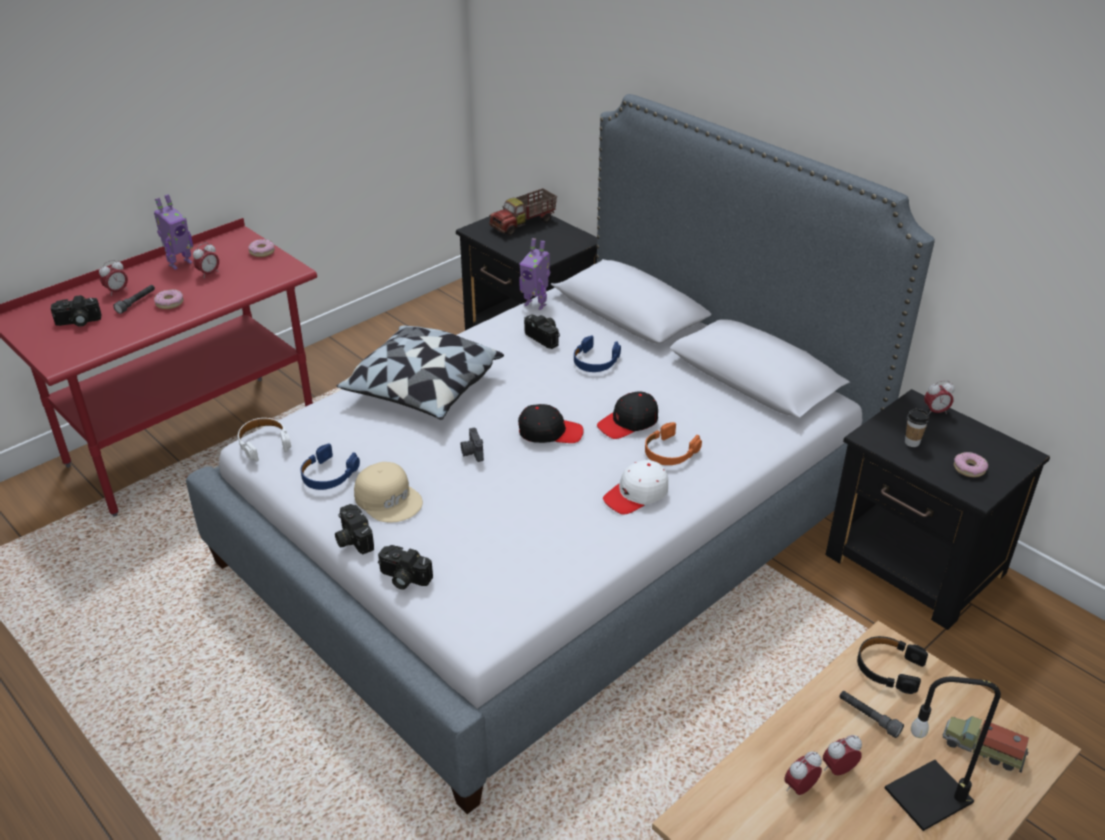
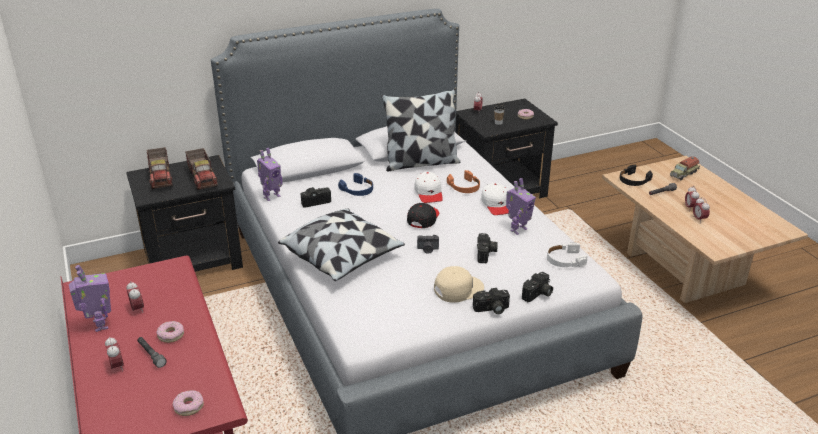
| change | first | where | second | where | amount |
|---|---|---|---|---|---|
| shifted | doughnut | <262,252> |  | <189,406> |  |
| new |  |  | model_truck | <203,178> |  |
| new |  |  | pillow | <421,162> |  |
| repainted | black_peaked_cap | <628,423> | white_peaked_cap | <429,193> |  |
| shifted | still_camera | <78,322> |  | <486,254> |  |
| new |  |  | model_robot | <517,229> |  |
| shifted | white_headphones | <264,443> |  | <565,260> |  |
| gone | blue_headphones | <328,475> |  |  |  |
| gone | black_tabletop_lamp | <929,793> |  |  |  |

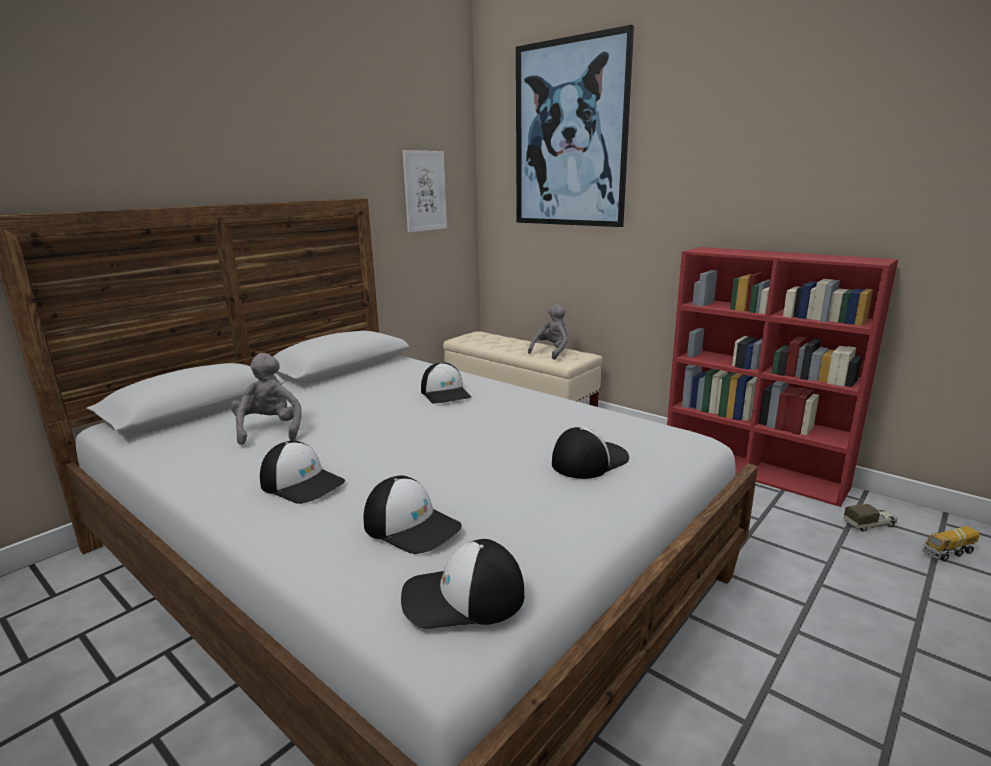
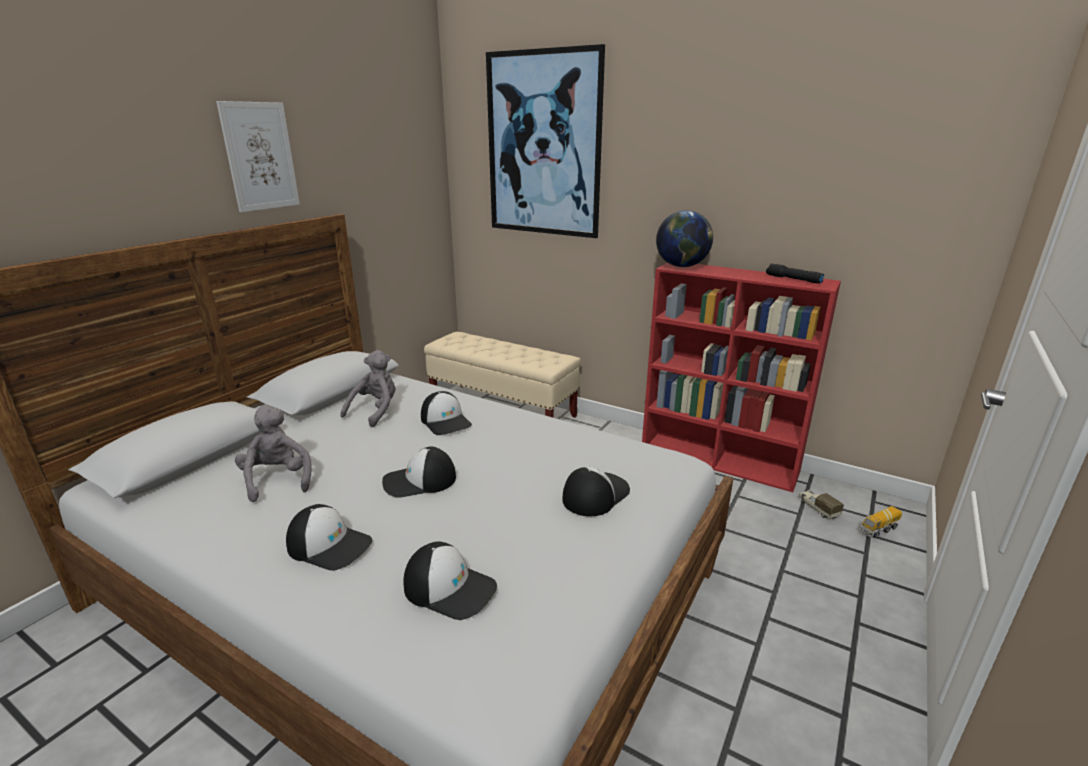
| change | first | where | second | where | amount |
|---|---|---|---|---|---|
| shifted | wall_art | <425,191> |  | <260,156> |  |
| shifted | grey_plush_toy | <551,352> |  | <375,411> |  |
| shifted | peaked_cap | <462,598> |  | <419,481> |  |
| new |  |  | globe | <682,266> |  |
| new |  |  | black_hand_torch | <792,279> |  |
| rotated | model_truck | <870,525> |  | <817,508> | 90 degrees counterclockwise |

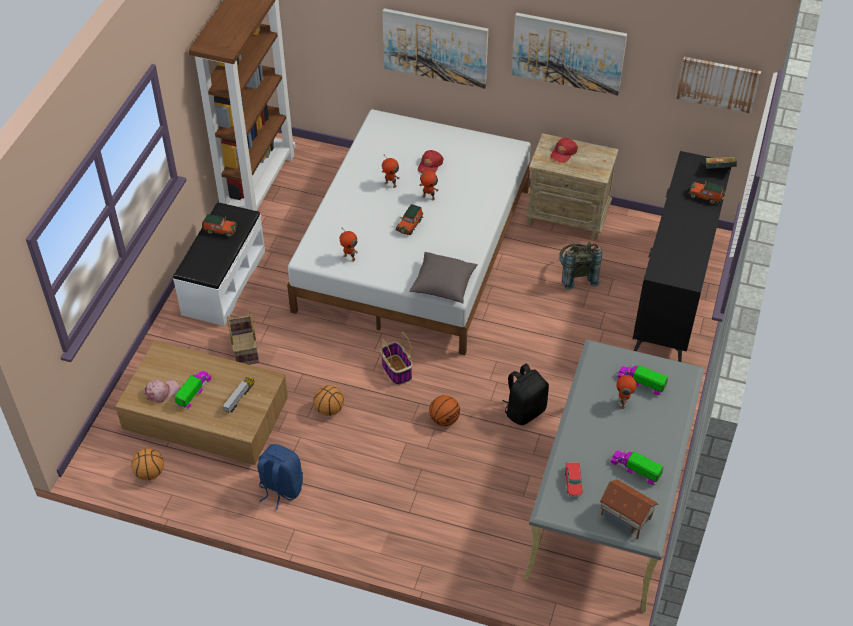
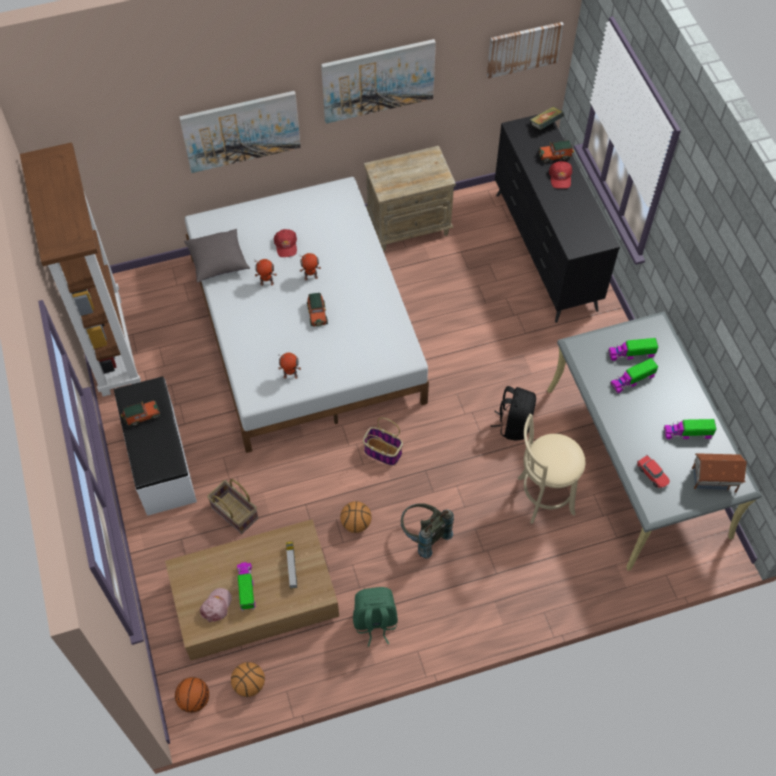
| change | first | where | second | where | amount |
|---|---|---|---|---|---|
| shifted | ball_for_basketball | <444,420> |  | <194,699> |  |
| shifted | grey_pillow | <443,285> |  | <218,262> |  |
| repainted | blue_backpack | <280,488> | green_backpack | <375,622> |  |
| shifted | grey_backpack | <576,275> |  | <423,536> |  |
| new |  |  | beige-coloured_stool_seat | <542,496> |  |
| shifted | red_peaked_cap | <563,153> |  | <560,177> |  |
| swapped | model_robot | <623,402> | model_truck | <632,380> |  |

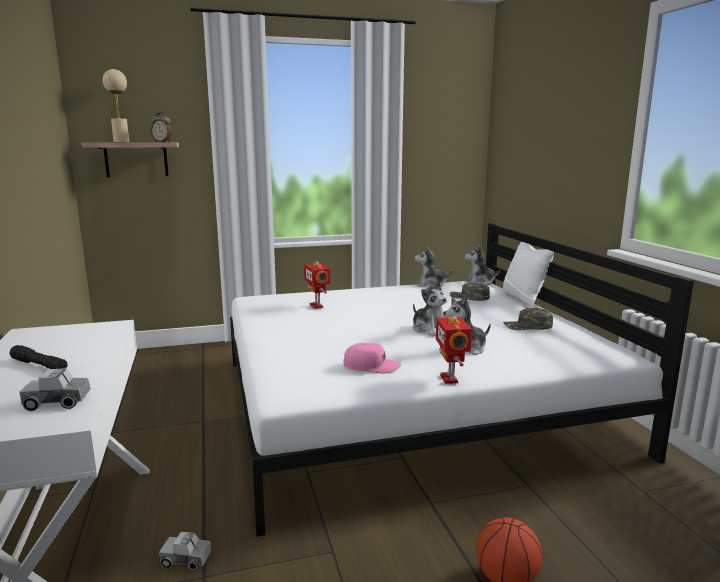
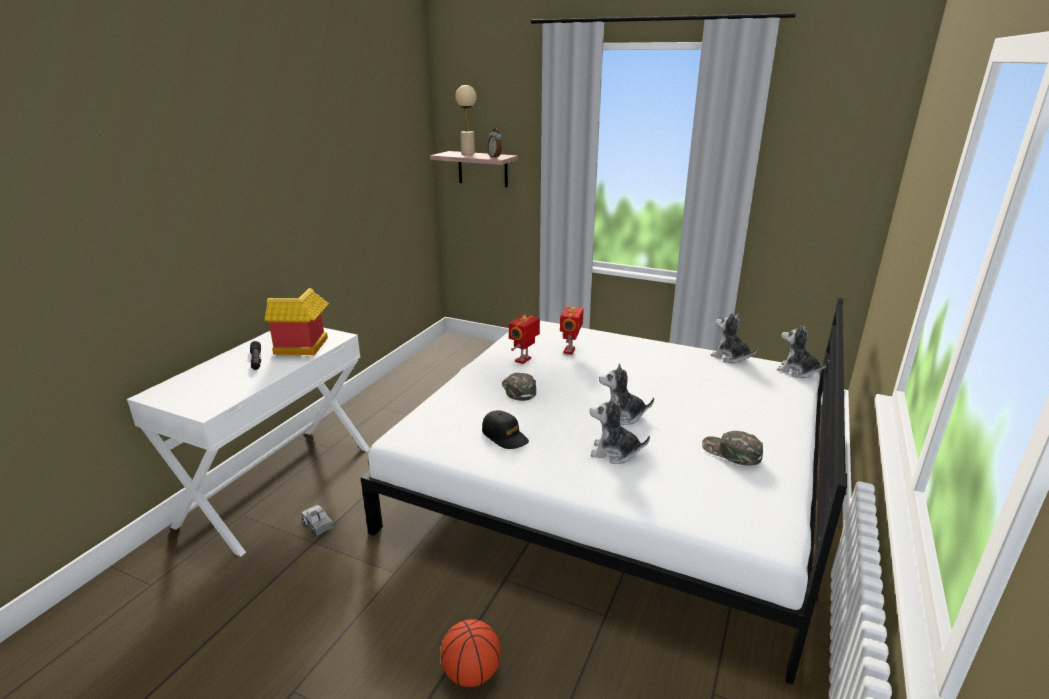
| change | first | where | second | where | amount |
|---|---|---|---|---|---|
| new |  |  | toy_house | <302,348> |  |
| repainted | pink_peaked_cap | <371,366> | black_peaked_cap | <505,436> |  |
| shifted | green_peaked_cap | <469,297> |  | <518,389> |  |
| shifted | model_robot | <450,379> |  | <524,360> |  |
| rotated | plush_toy | <429,329> |  | <622,416> | 90 degrees clockwise |
| gone | model_truck | <58,402> |  |  |  |
| gone | white_pillow | <523,298> |  |  |  |

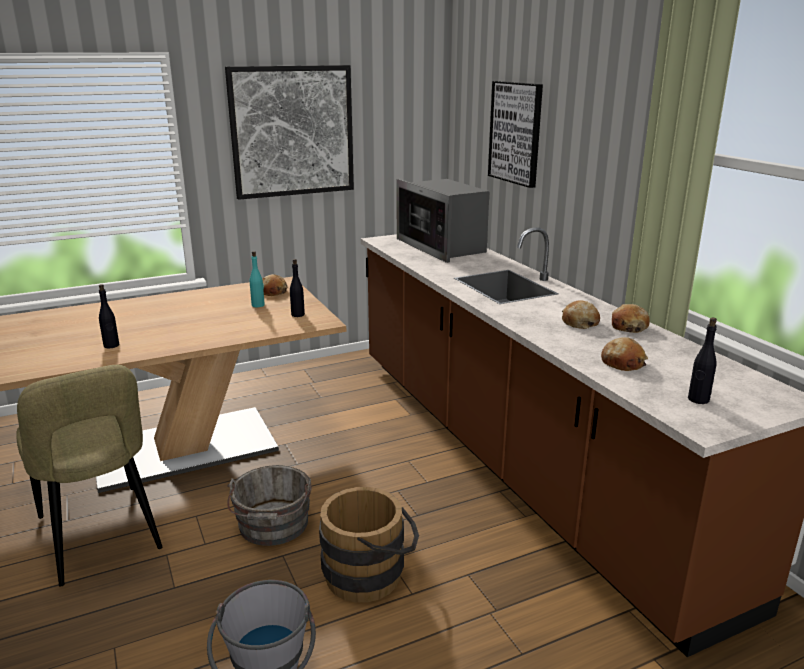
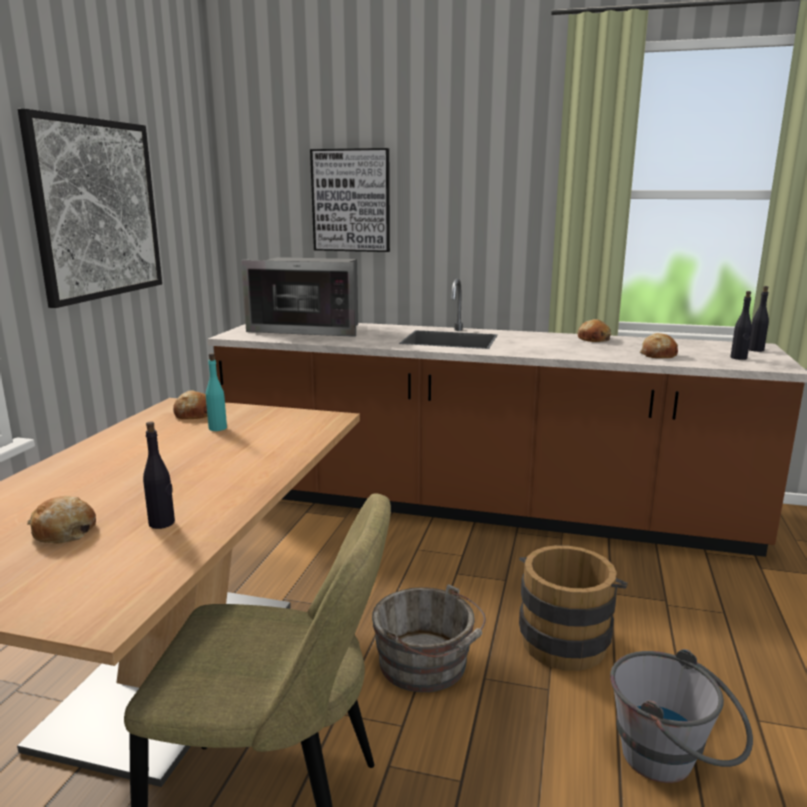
| change | first | where | second | where | amount |
|---|---|---|---|---|---|
| shifted | baked_bread | <579,322> |  | <63,531> |  |
| shifted | black_drink_bottle | <298,314> |  | <755,350> |  |

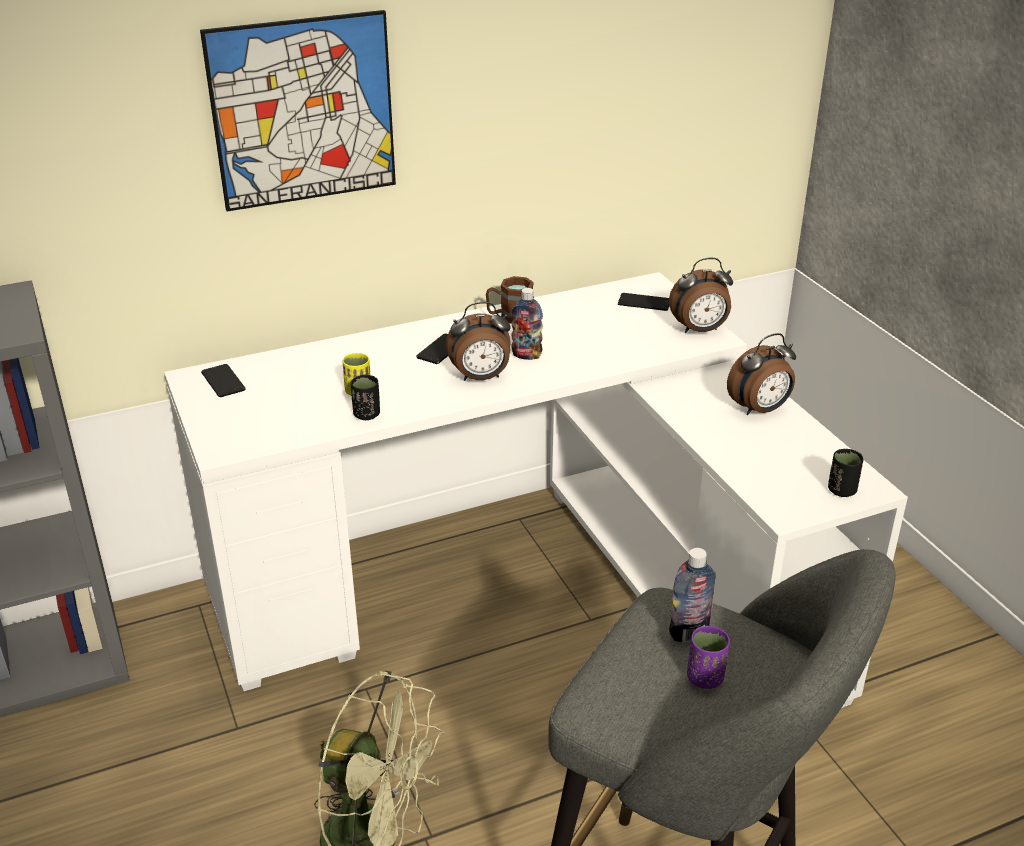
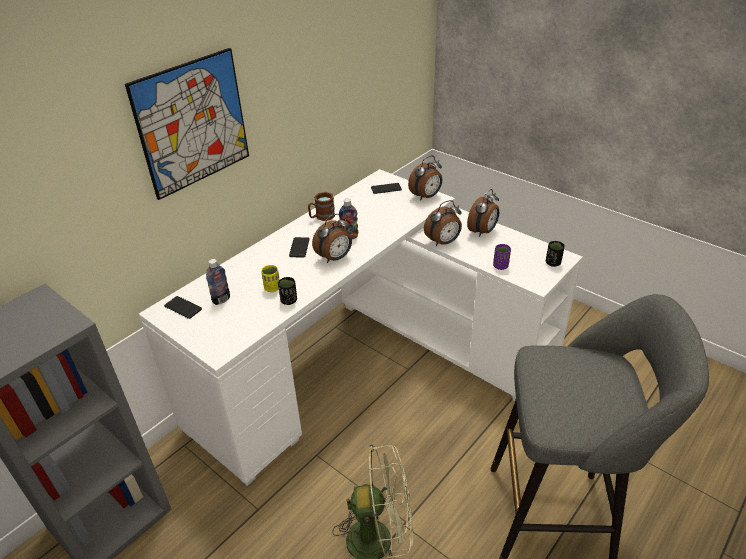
| change | first | where | second | where | amount |
|---|---|---|---|---|---|
| shifted | drink_bottle | <689,633> |  | <221,299> |  |
| new |  |  | table_clock | <443,242> |  |
| shifted | purple-coloured_cup | <705,678> |  | <500,266> |  |

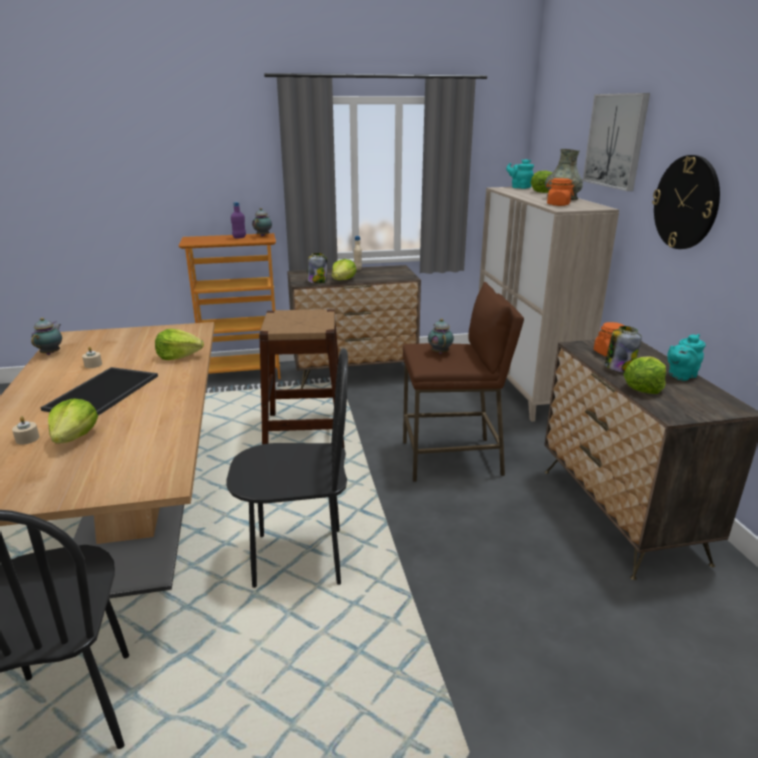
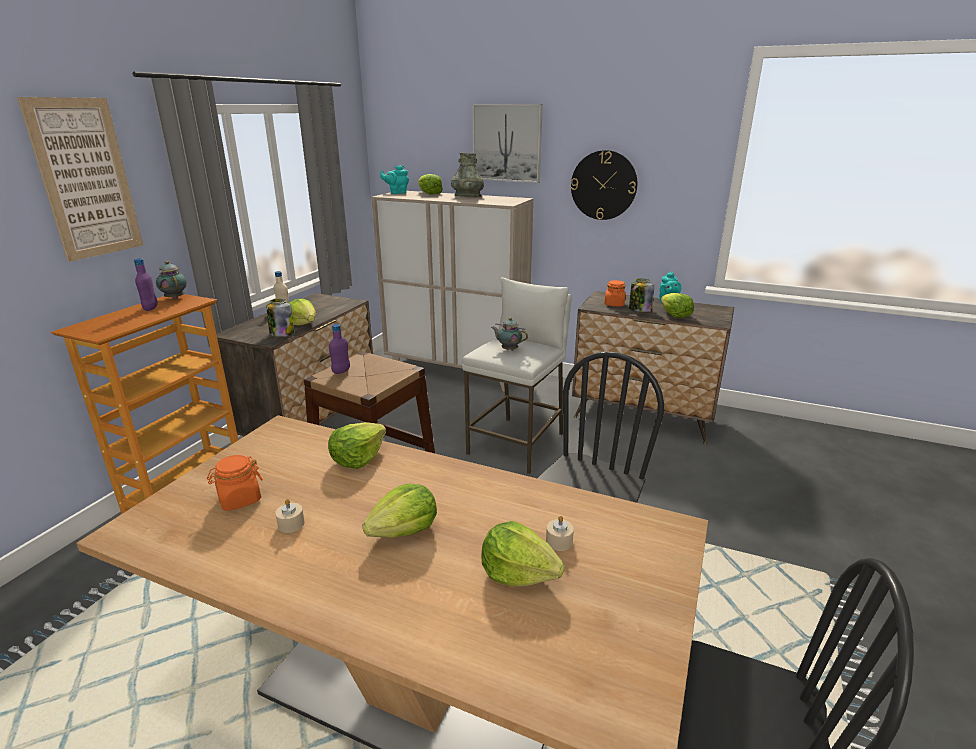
| change | first | where | second | where | amount |
|---|---|---|---|---|---|
| new |  |  | wall_art | <86,179> |  |
| shifted | orange-coloured_storage_jar | <558,204> |  | <239,499> |  |
| new |  |  | purple-coloured_drink_bottle | <341,371> |  |
| swapped | carrying_tray | <103,393> | head_of_lettuce | <404,530> |  |
| repainted | brown-coloured_stool_seat | <452,459> | white_stool_seat | <517,443> |  |
| shifted | beige-coloured_candle | <27,439> |  | <559,541> |  |
| gone | teapot | <52,353> |  |  |  |

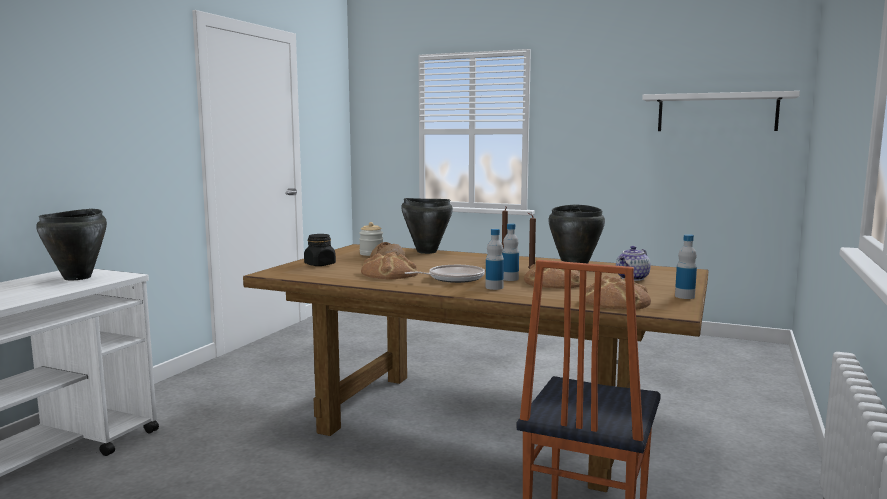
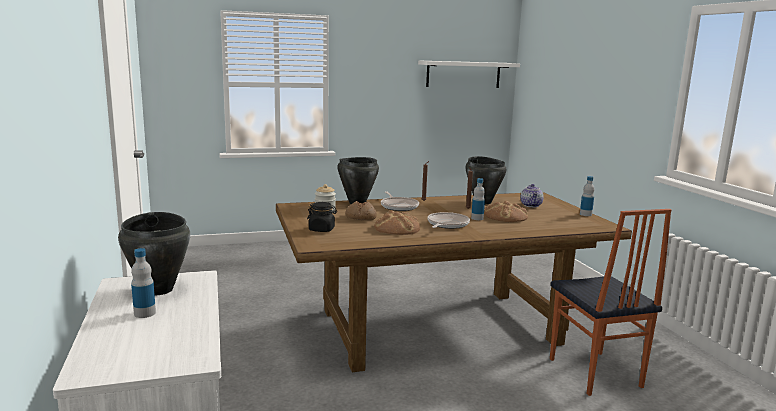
| change | first | where | second | where | amount |
|---|---|---|---|---|---|
| shifted | drink_bottle | <494,287> |  | <145,313> |  |
| new |  |  | frying_pan | <399,206> |  |
| gone | baked_bread | <615,301> |  |  |  |

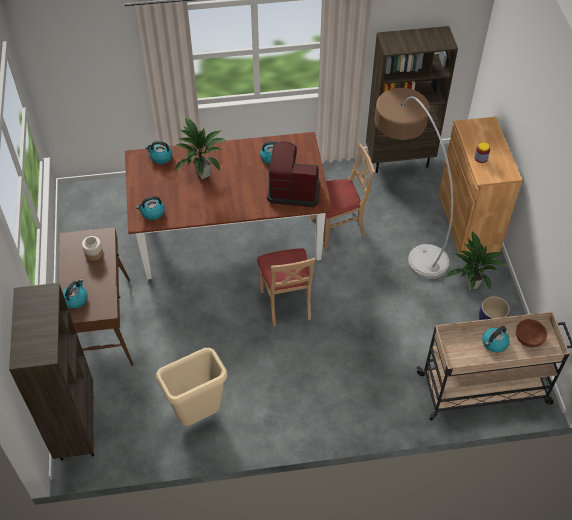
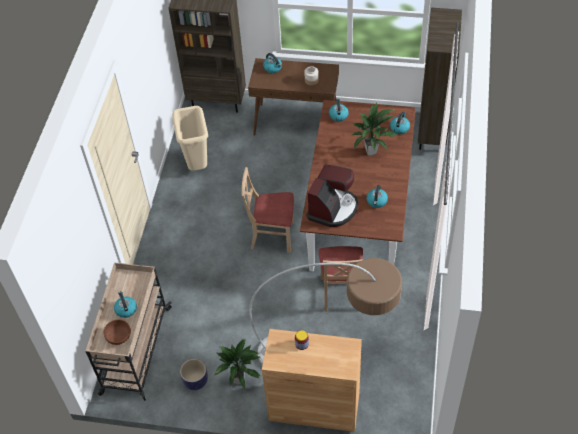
| change | first | where | second | where | amount |
|---|---|---|---|---|---|
| shifted | brown-coloured_shelving_unit | <399,160> |  | <433,133> |  |

